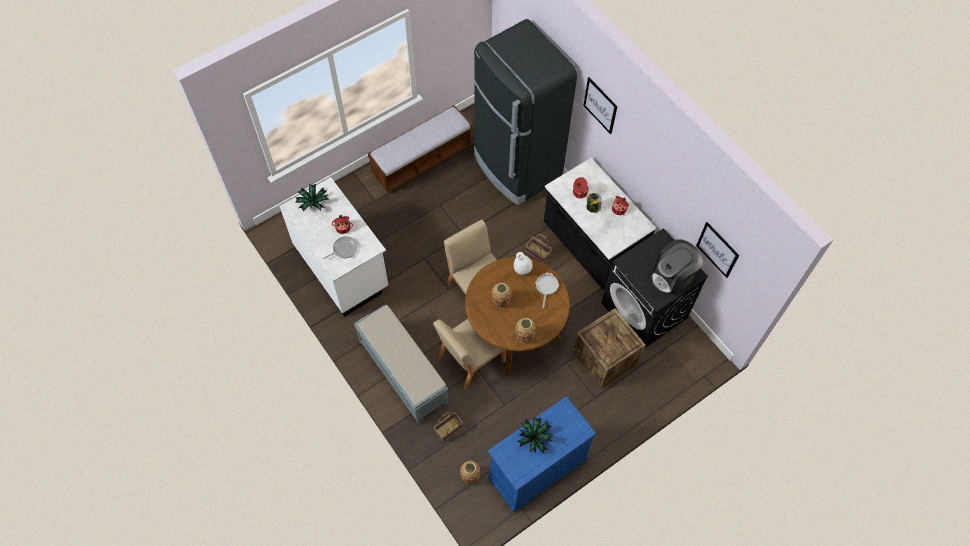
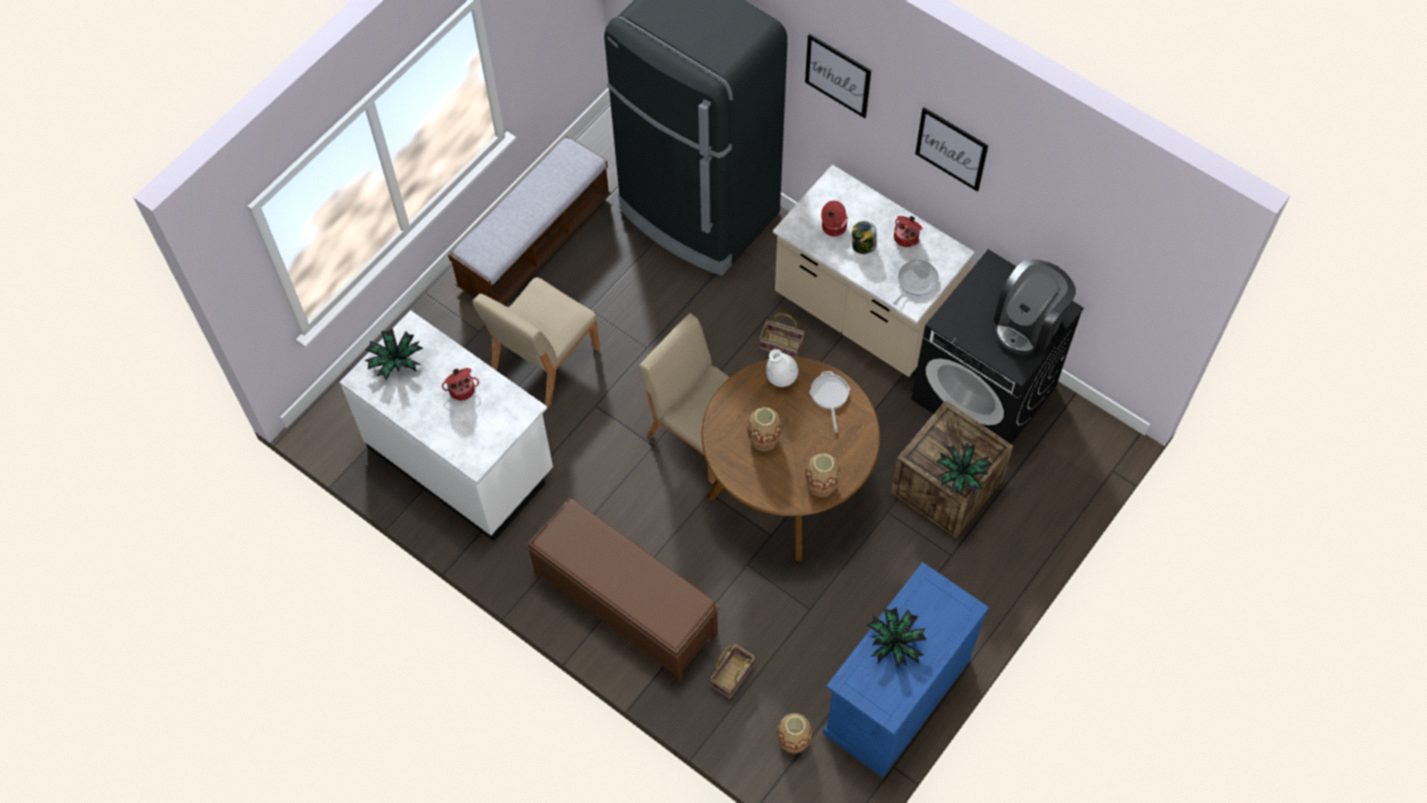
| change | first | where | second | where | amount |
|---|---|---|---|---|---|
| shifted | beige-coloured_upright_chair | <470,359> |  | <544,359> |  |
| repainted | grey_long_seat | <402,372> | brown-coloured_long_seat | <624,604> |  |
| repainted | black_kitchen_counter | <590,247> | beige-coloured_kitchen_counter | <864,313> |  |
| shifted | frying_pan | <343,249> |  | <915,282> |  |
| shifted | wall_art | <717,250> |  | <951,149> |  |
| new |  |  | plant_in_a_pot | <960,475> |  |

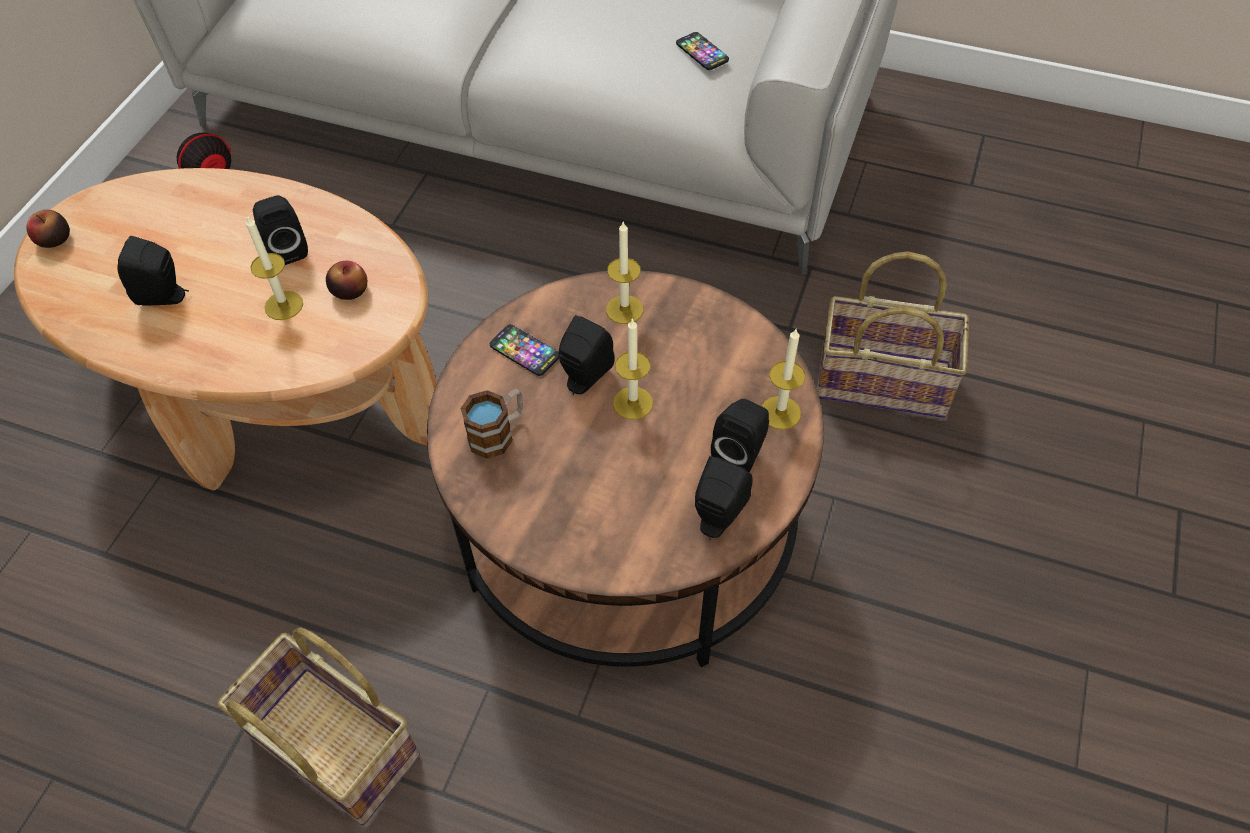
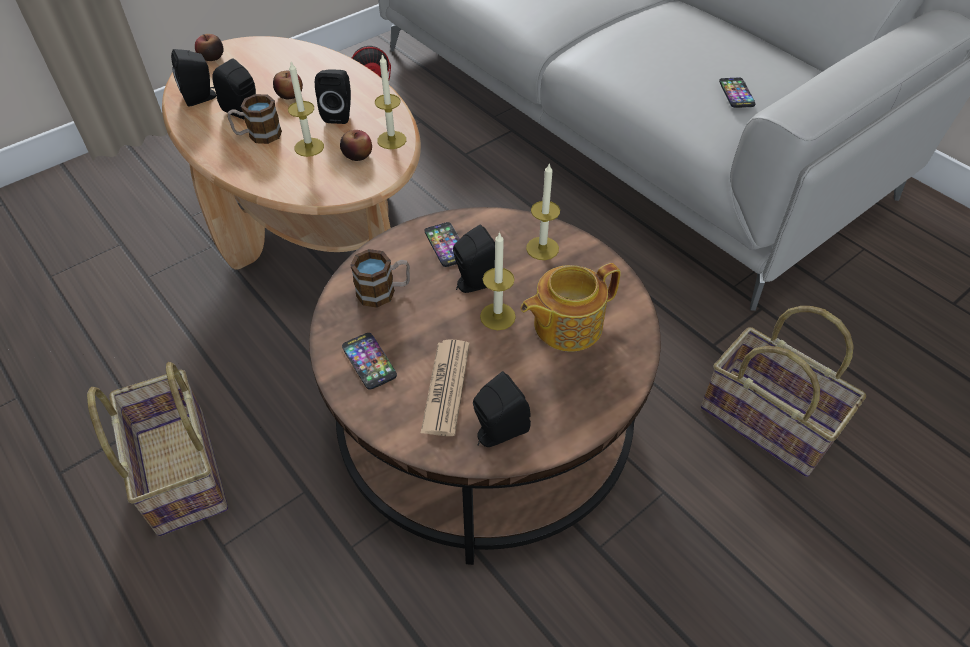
| change | first | where | second | where | amount |
|---|---|---|---|---|---|
| shifted | black_loudspeaker | <740,453> |  | <201,97> |  |
| new |  |  | coffee_mug | <258,135> |  |
| new |  |  | apple_fruit | <290,94> |  |
| new |  |  | telephone | <369,361> |  |
| shifted | candle | <780,412> |  | <391,140> |  |
| new |  |  | printed_paper | <446,387> |  |
| new |  |  | teapot | <566,325> |  |

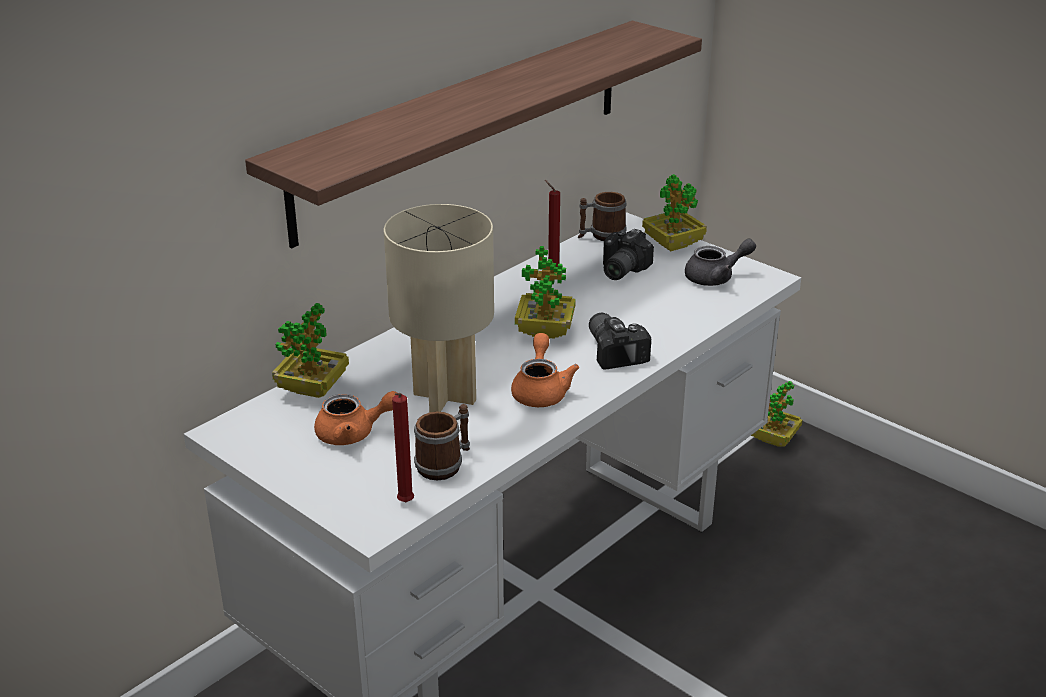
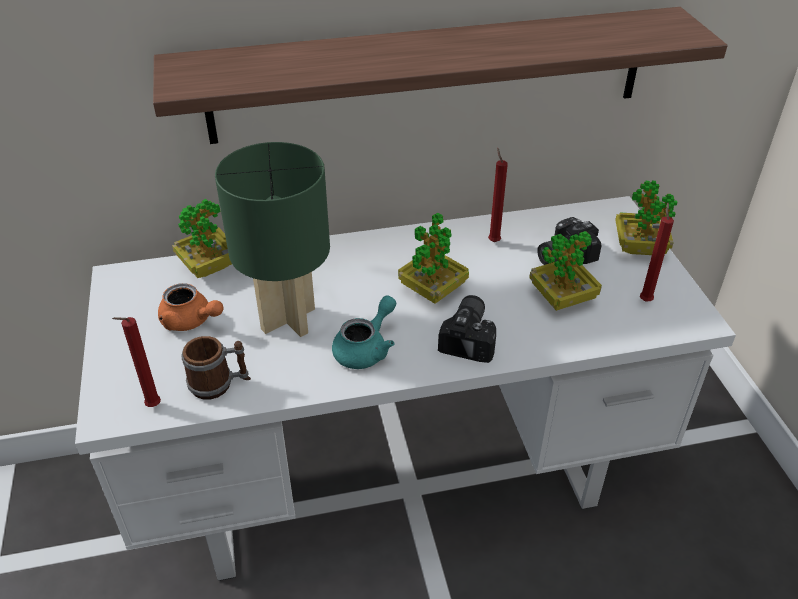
| change | first | where | second | where | amount |
|---|---|---|---|---|---|
| repainted | beige-coloured_tabletop_lamp | <446,397> | green_tabletop_lamp | <289,319> |  |
| repainted | orange-coloured_teapot | <541,390> | blue-green_teapot | <366,349> |  |
| shifted | plant_in_a_pot | <773,439> |  | <562,298> |  |
| swapped | grey_teapot | <716,277> | red_candle | <645,299> |  |
| gone | coffee_mug | <601,236> |  |  |  |

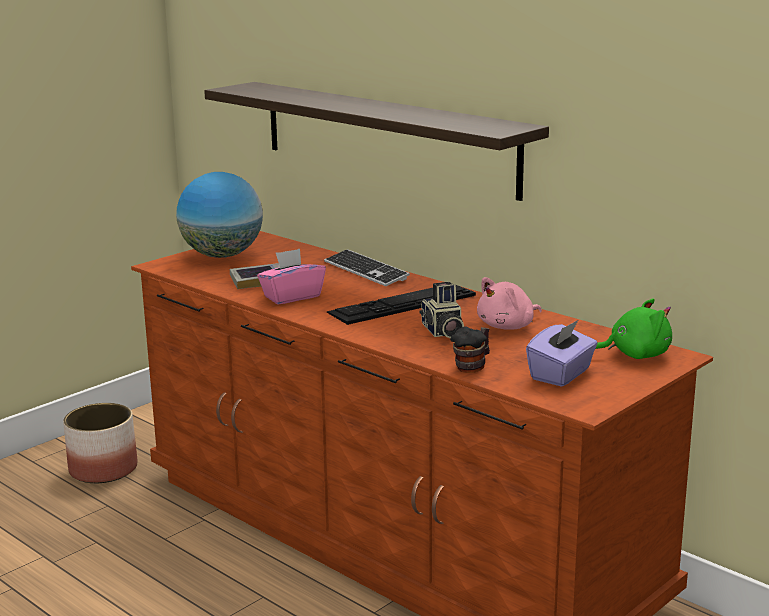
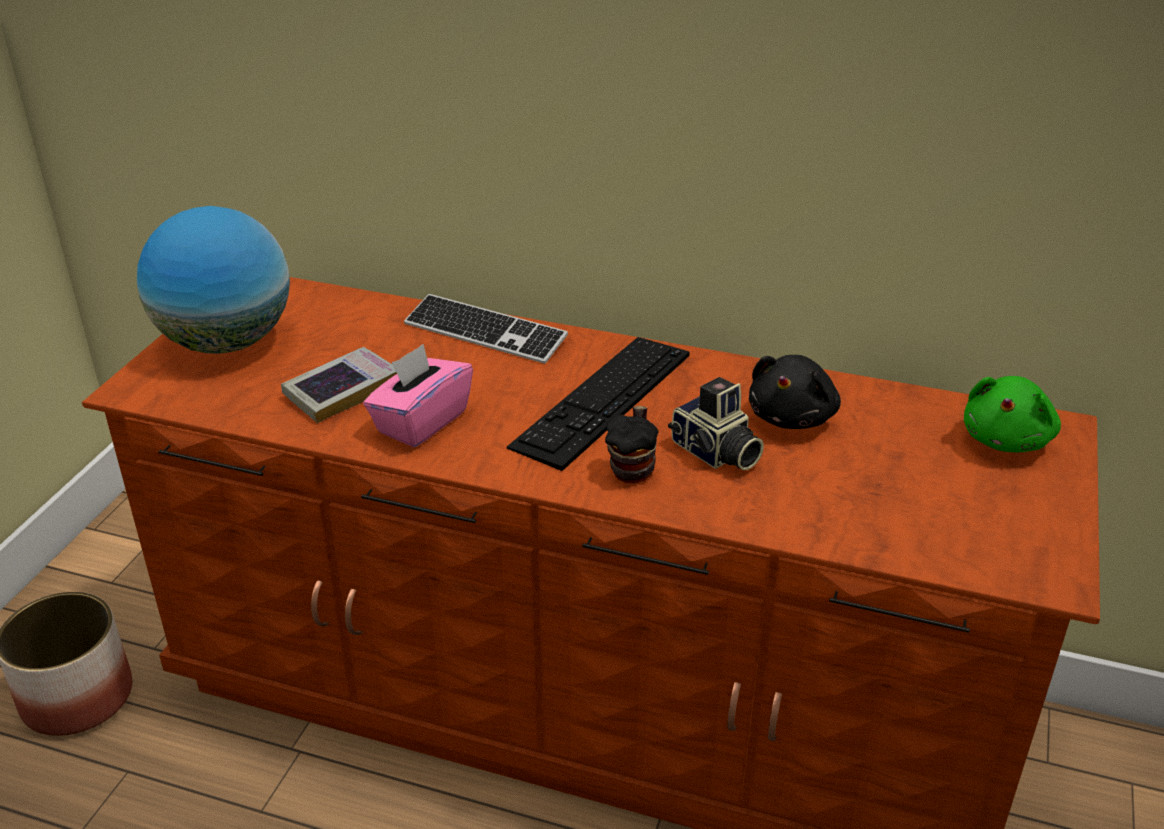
| change | first | where | second | where | amount |
|---|---|---|---|---|---|
| shifted | coffee_mug | <473,366> |  | <633,467> |  |
| repainted | pink_plush_toy | <508,326> | black_plush_toy | <793,417> |  |
| rotated | green_plush_toy | <635,355> |  | <1007,439> | 150 degrees clockwise |
| gone | shelf | <386,137> |  |  |  |
| gone | purple-coloured_box_of_tissues | <561,374> |  |  |  |

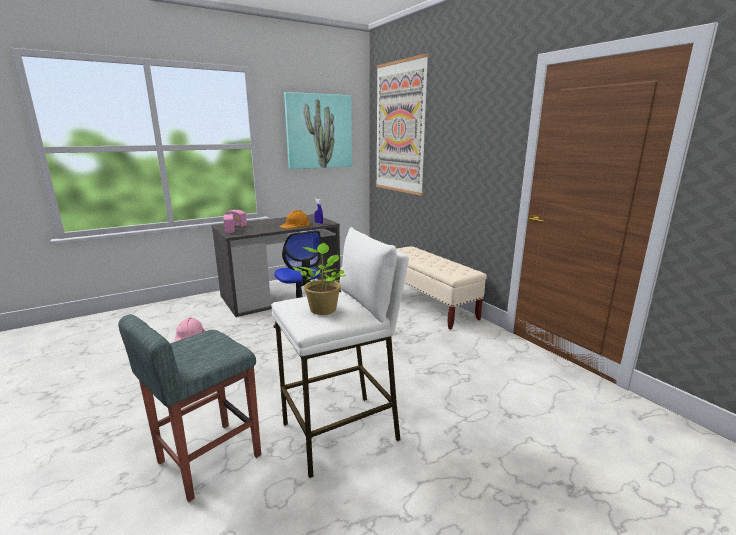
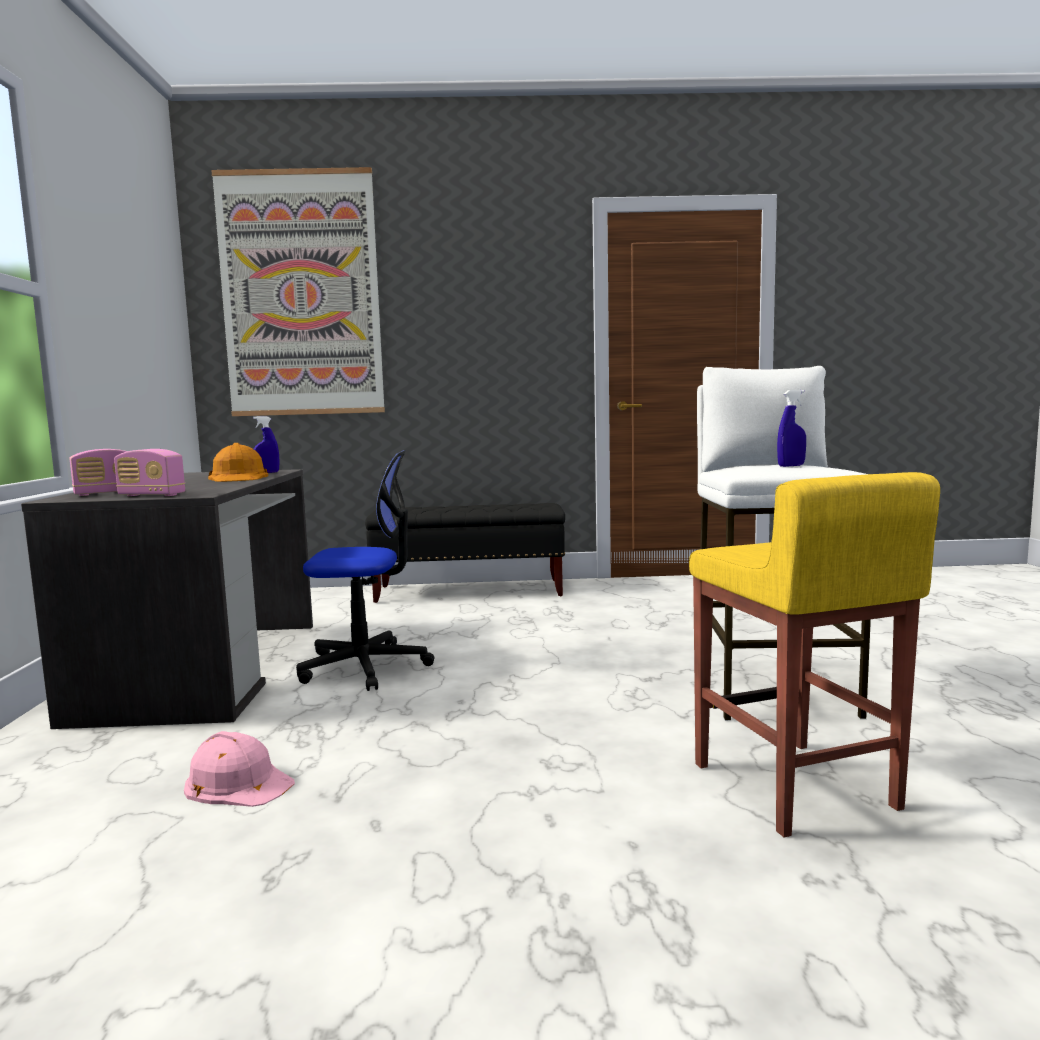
| change | first | where | second | where | amount |
|---|---|---|---|---|---|
| repainted | beige-coloured_long_seat | <429,305> | black_long_seat | <470,591> |  |
| repainted | grey_stool_seat | <208,459> | yellow_stool_seat | <794,787> |  |
| swapped | plant_in_a_pot | <323,309> | blue_hand_sprayer | <791,466> |  |
| gone | wall_art | <319,131> |  |  |  |

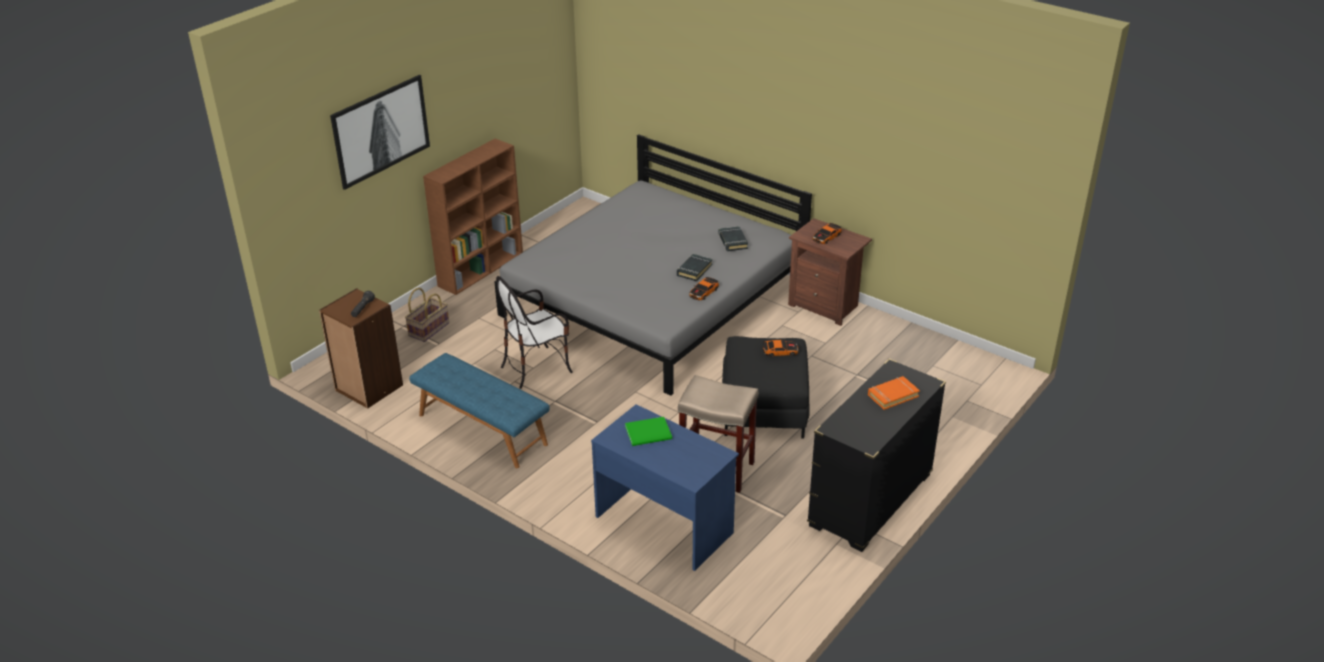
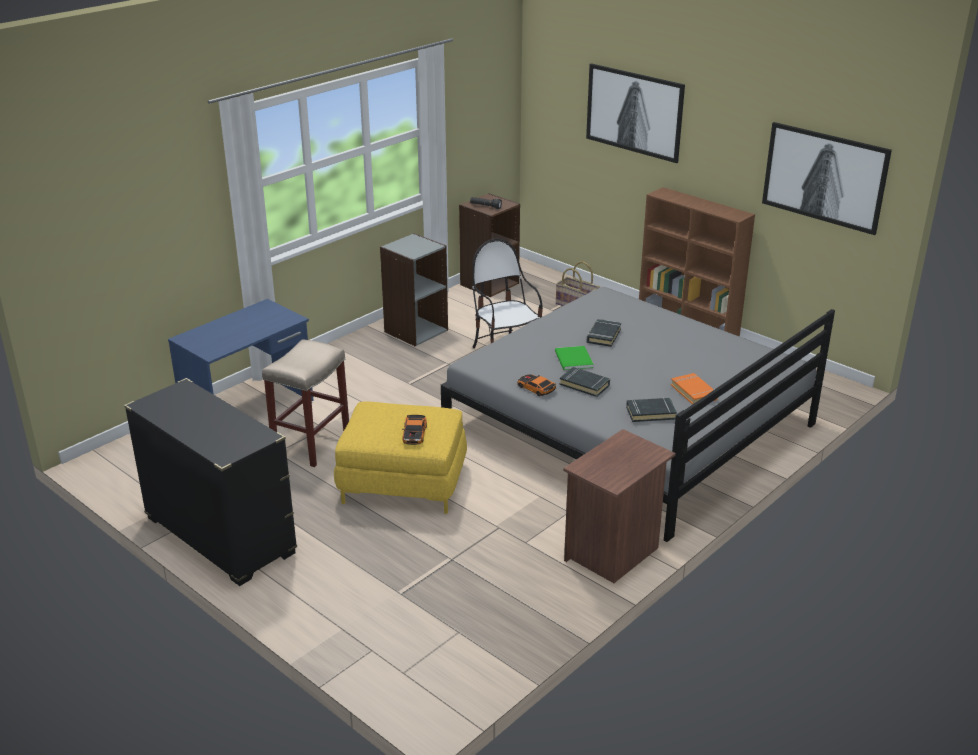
| change | first | where | second | where | amount |
|---|---|---|---|---|---|
| repainted | black_pouffe | <763,407> | yellow_pouffe | <404,481> |  |
| swapped | blue_long_seat | <481,430> | grey_shelving_unit | <415,331> |  |
| shifted | green_volume | <650,433> |  | <573,360> |  |
| new |  |  | black_volume | <603,336> |  |
| shifted | orange-coloured_volume | <892,395> |  | <694,392> |  |
| new |  |  | wall_art | <824,177> |  |
| gone | model_car | <826,237> |  |  |  |

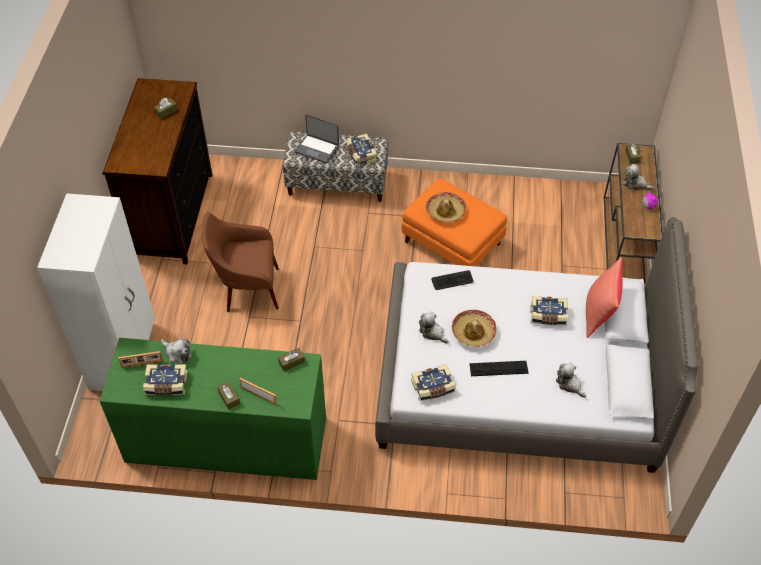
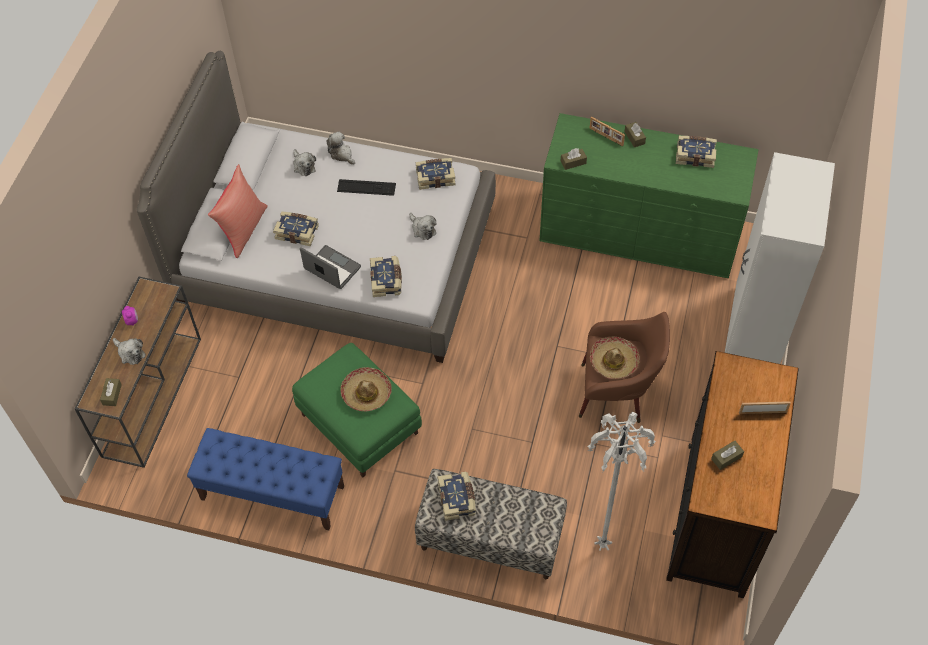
| change | first | where | second | where | amount |
|---|---|---|---|---|---|
| new |  |  | blue_long_seat | <272,493> |  |
| repainted | orange-coloured_pouffe | <453,243> | green_pouffe | <358,423> |  |
| shifted | portable_computer | <317,149> |  | <331,269> |  |
| shifted | plush_toy | <177,353> |  | <341,154> |  |
| swapped | PC_keyboard | <452,280> | volume | <386,280> |  |
| new |  |  | white_standing_lamp | <601,544> |  |
| shifted | clothing_hat | <473,332> |  | <613,361> |  |
| shifted | photo_frame | <142,364> |  | <762,411> |  |

